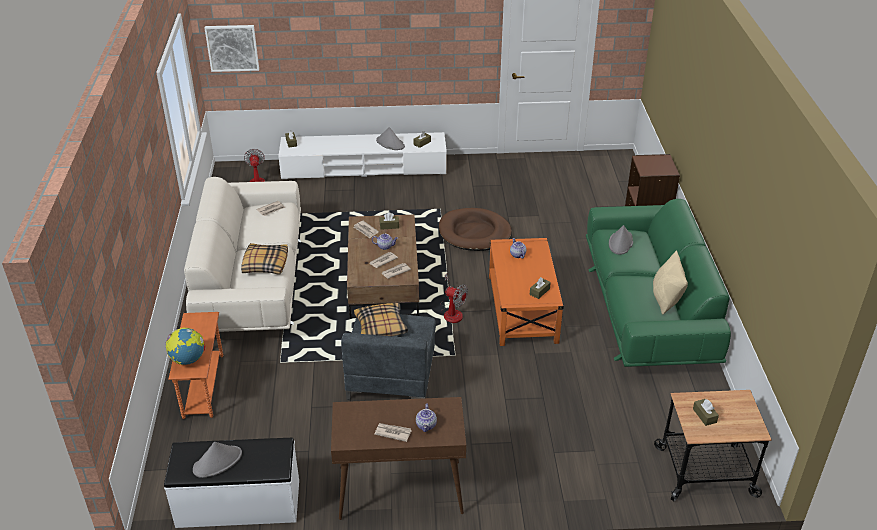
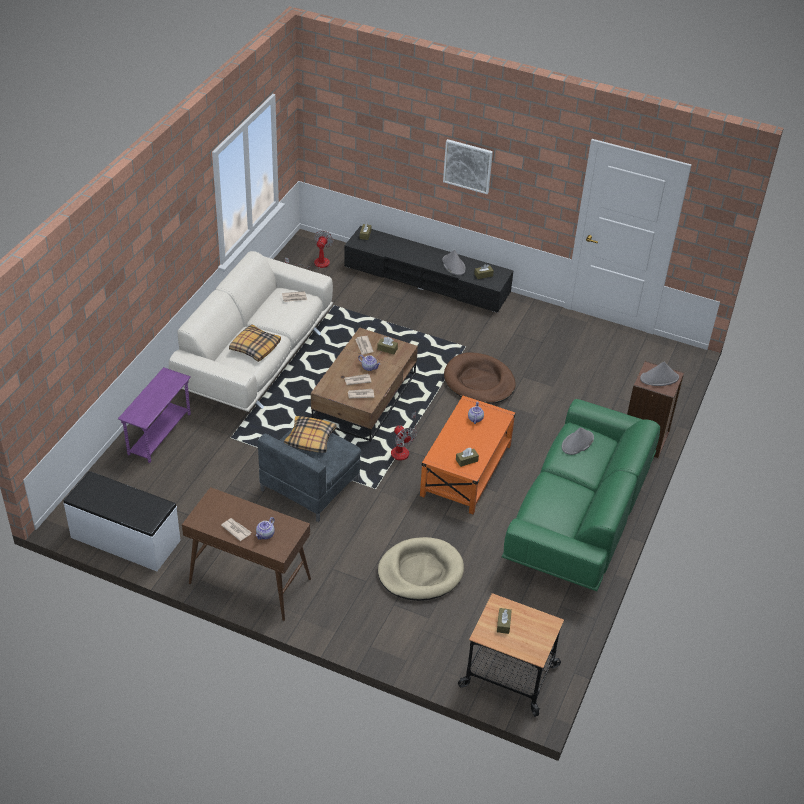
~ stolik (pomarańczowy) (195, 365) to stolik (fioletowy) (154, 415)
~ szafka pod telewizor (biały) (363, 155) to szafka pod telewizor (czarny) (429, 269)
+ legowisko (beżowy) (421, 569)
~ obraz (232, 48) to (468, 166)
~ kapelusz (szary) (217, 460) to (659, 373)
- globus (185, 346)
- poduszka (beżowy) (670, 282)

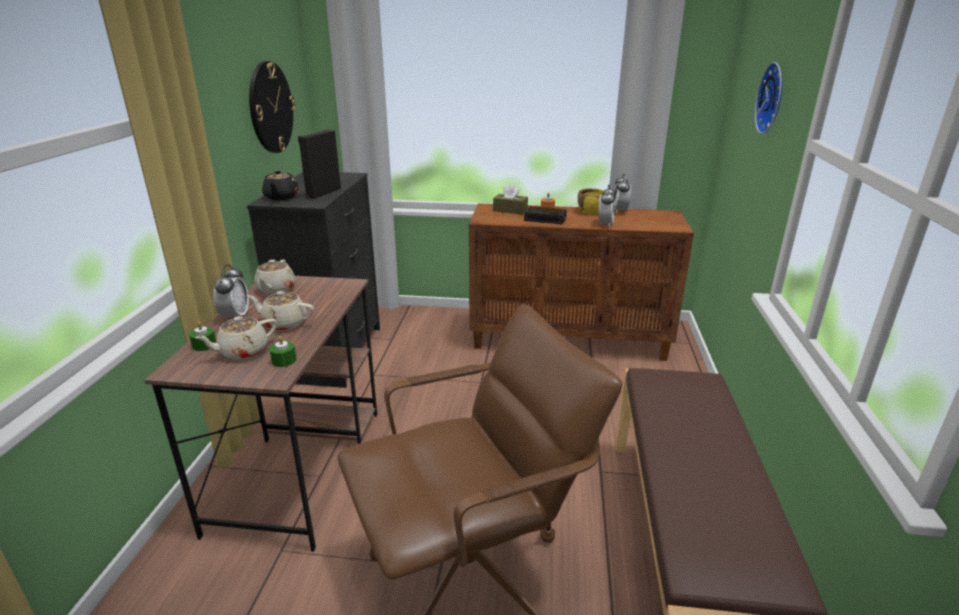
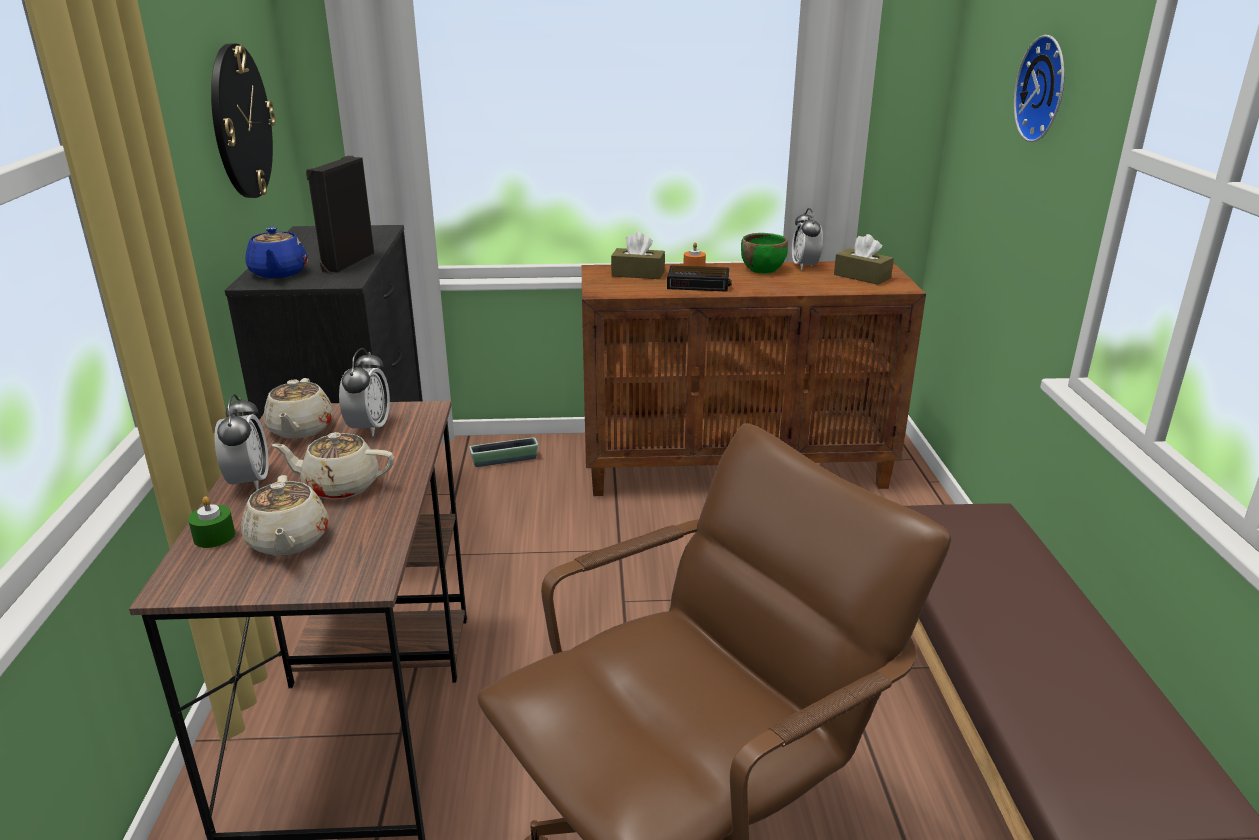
~ imbryk (beżowy) (236, 338) = (285, 515) 60 degrees counterclockwise
~ imbryk (czarny) (280, 185) to imbryk (niebieski) (276, 252)
~ budzik (607, 206) to (364, 392)
+ donica (503, 452)
~ miska (żółty) (590, 201) to miska (zielony) (764, 253)
+ pudełko chusteczek (brązowy) (864, 259)
- świeca (zielony) (283, 351)

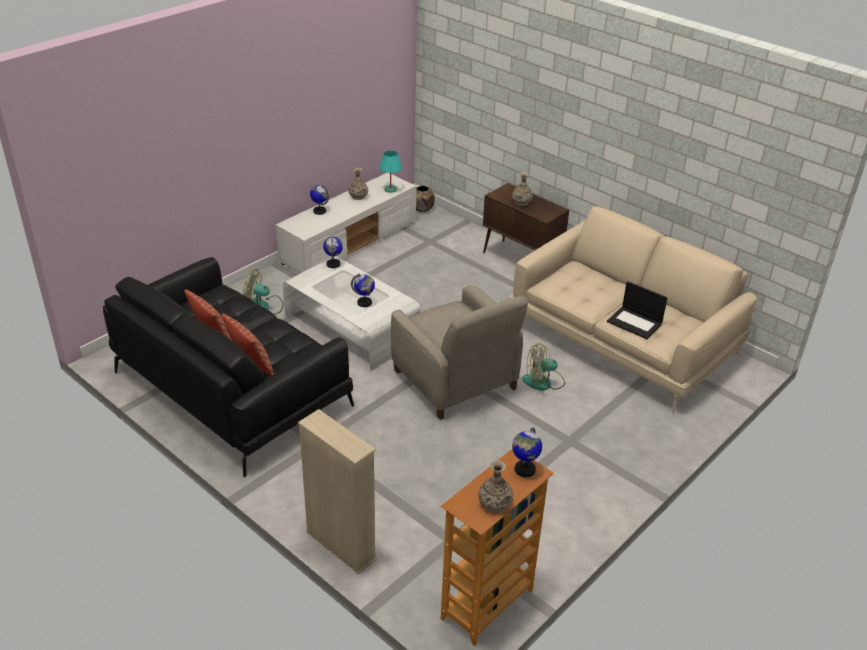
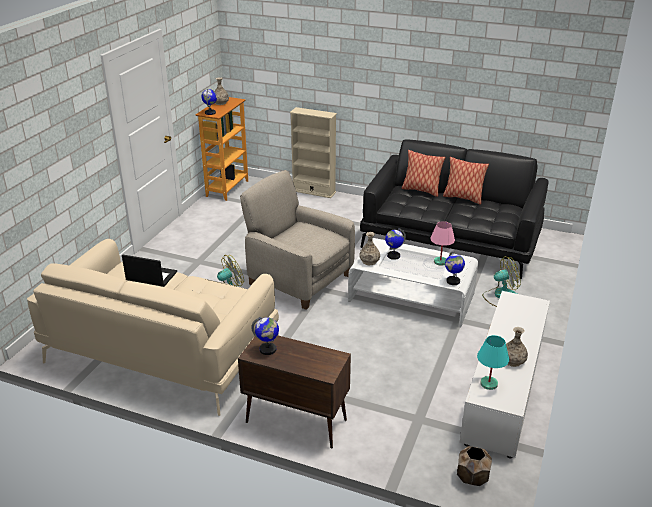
~ globus (319, 200) to (265, 336)
~ wazon (522, 189) to (369, 248)
+ lampa stołowa (różowy) (442, 243)

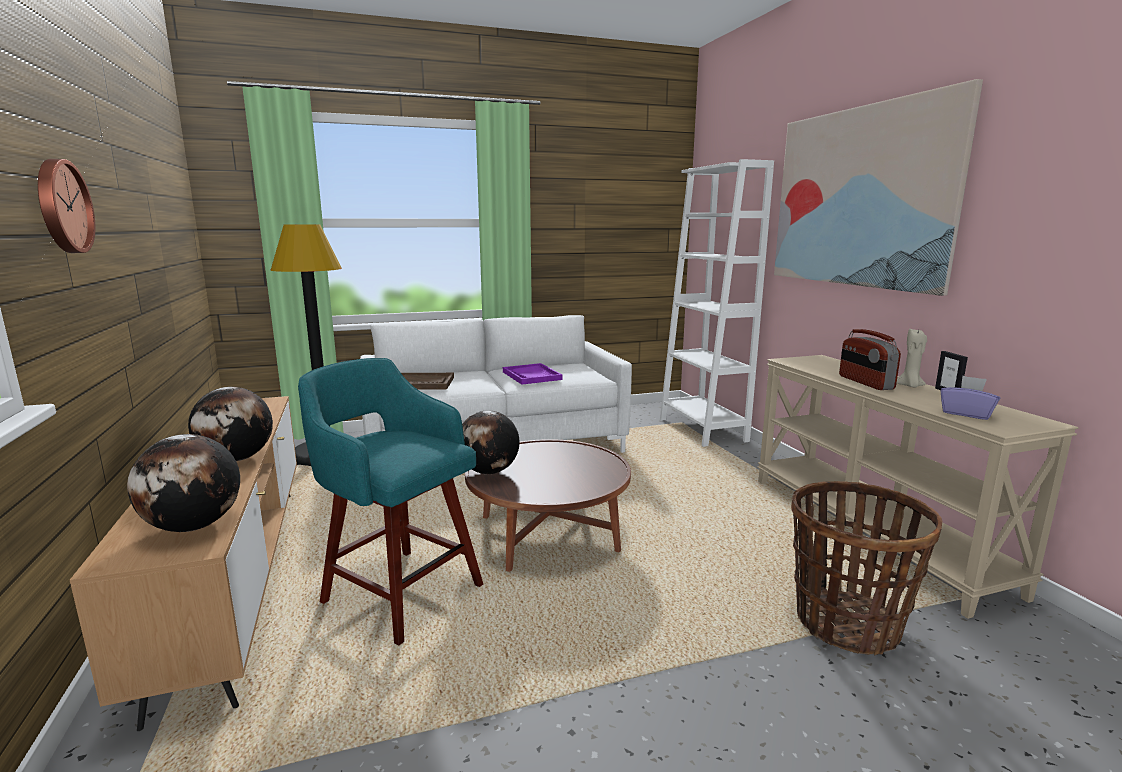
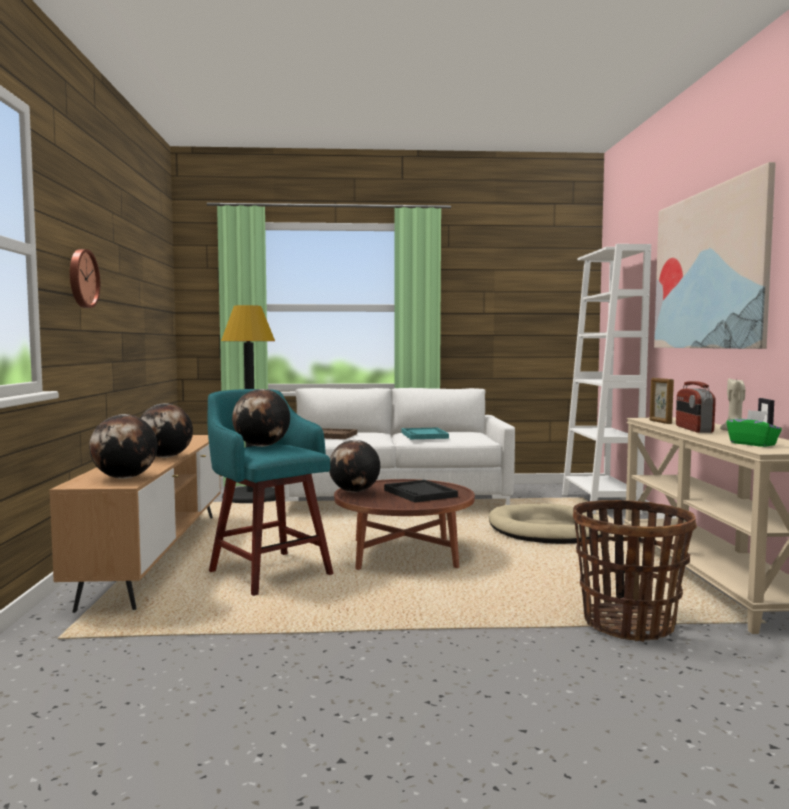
+ globus (261, 418)
+ taca (czarny) (421, 491)
~ taca (fioletowy) (532, 374) to taca (turkusowy) (425, 433)
+ legowisko (beżowy) (545, 524)
+ ramka na zdjęcie (662, 401)
~ pudełko chusteczek (fioletowy) (970, 398) to pudełko chusteczek (zielony) (754, 428)

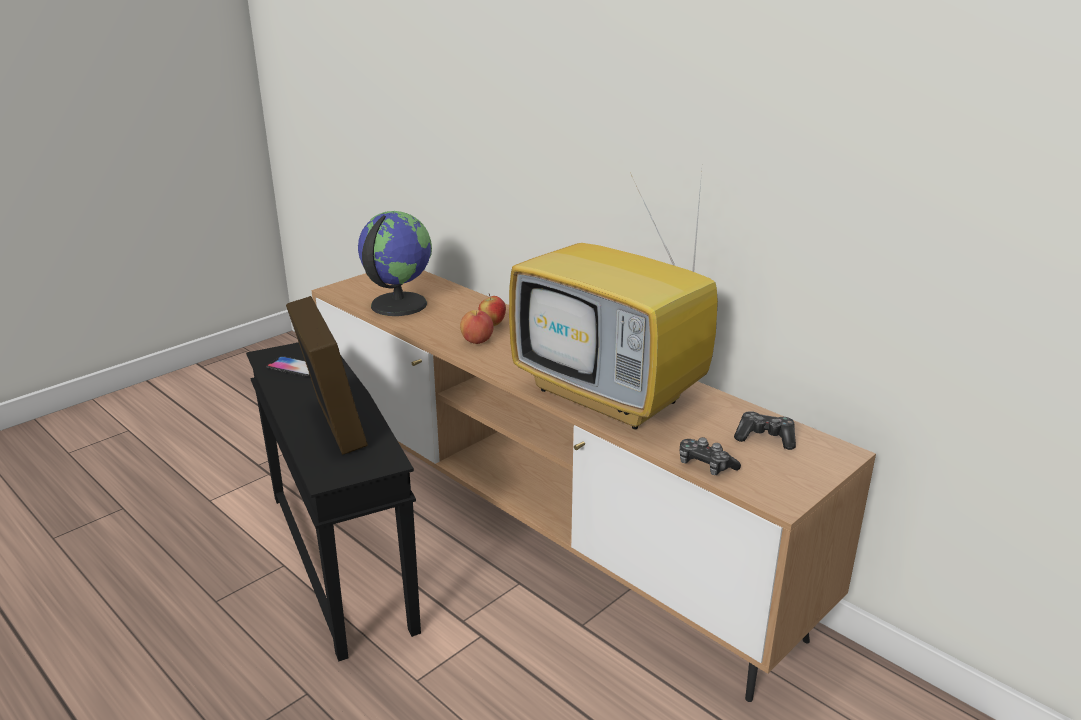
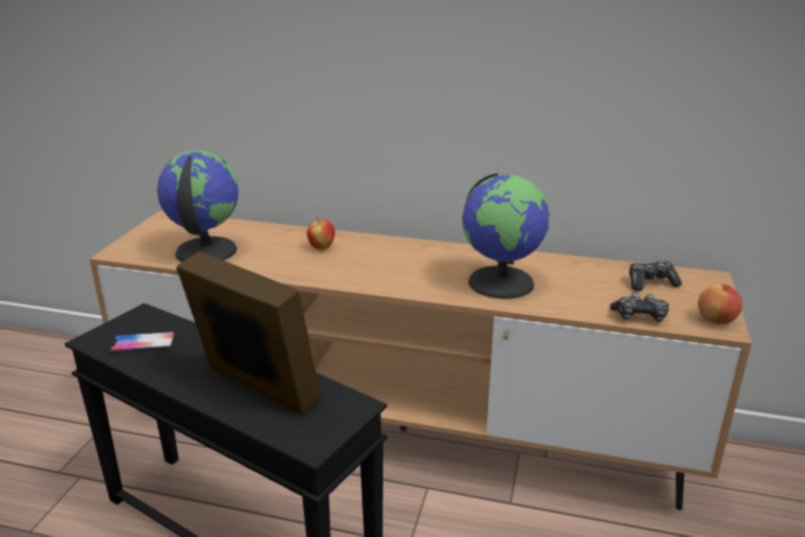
~ telewizor (613, 300) to globus (506, 236)
~ jabłko (477, 327) to (720, 304)

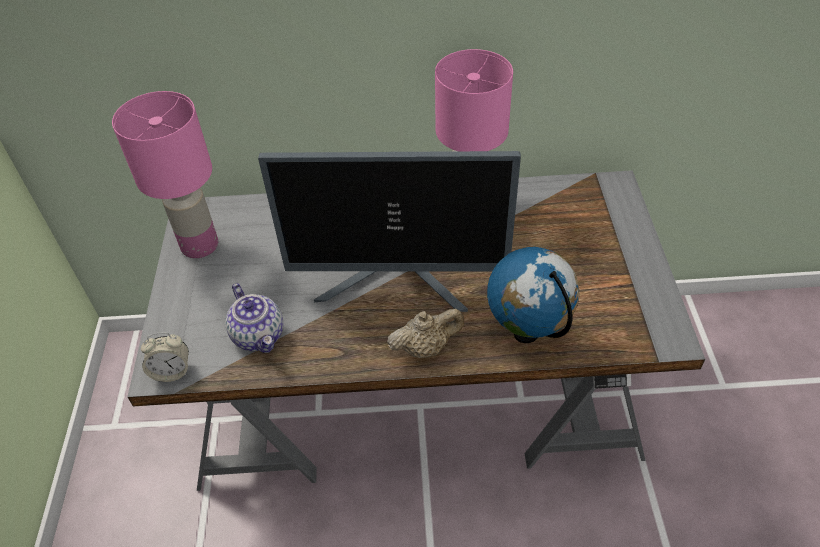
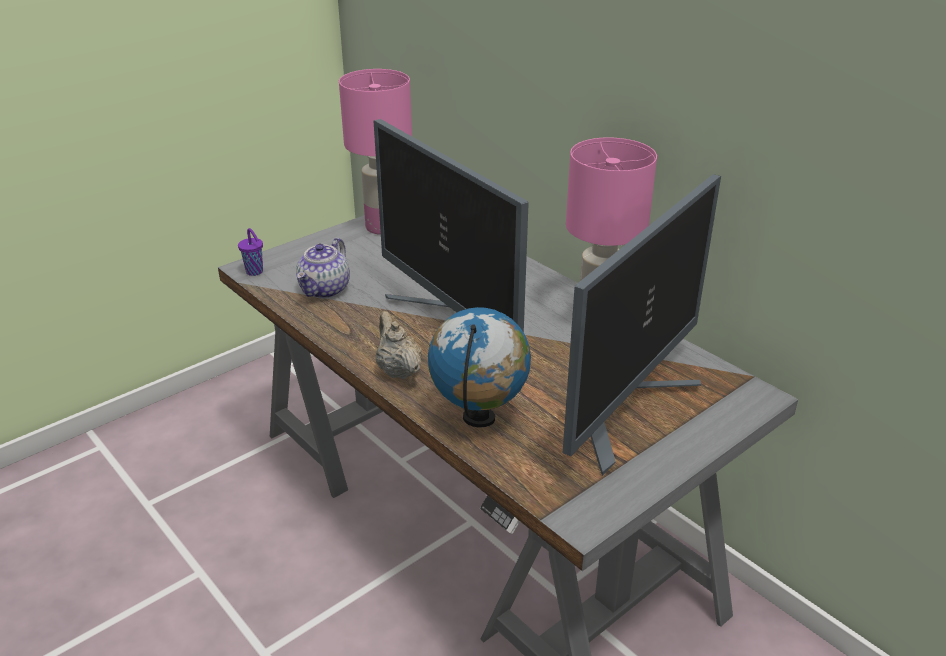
~ budzik (165, 357) to filiżanka (fioletowy) (250, 252)
~ imbryk (beżowy) (425, 333) = (398, 345) 150 degrees counterclockwise
+ monitor (642, 325)

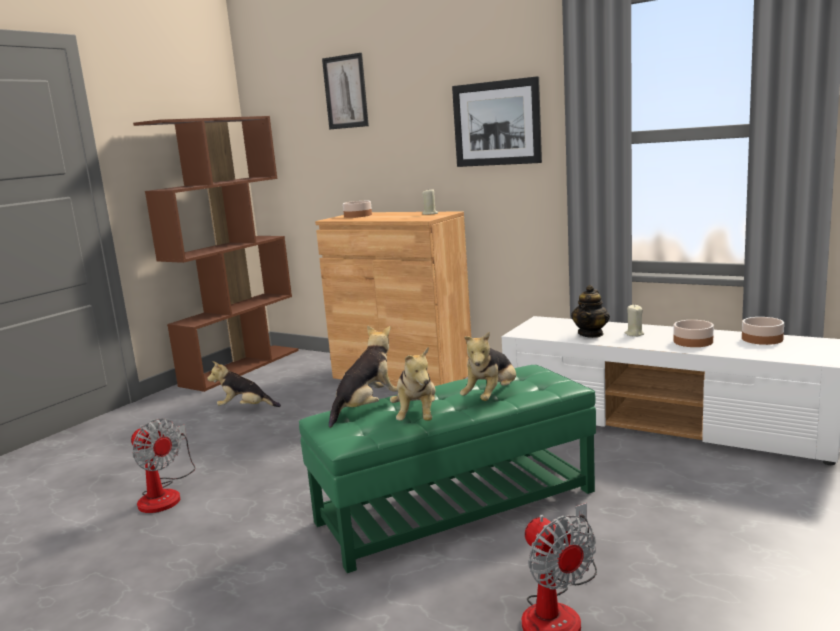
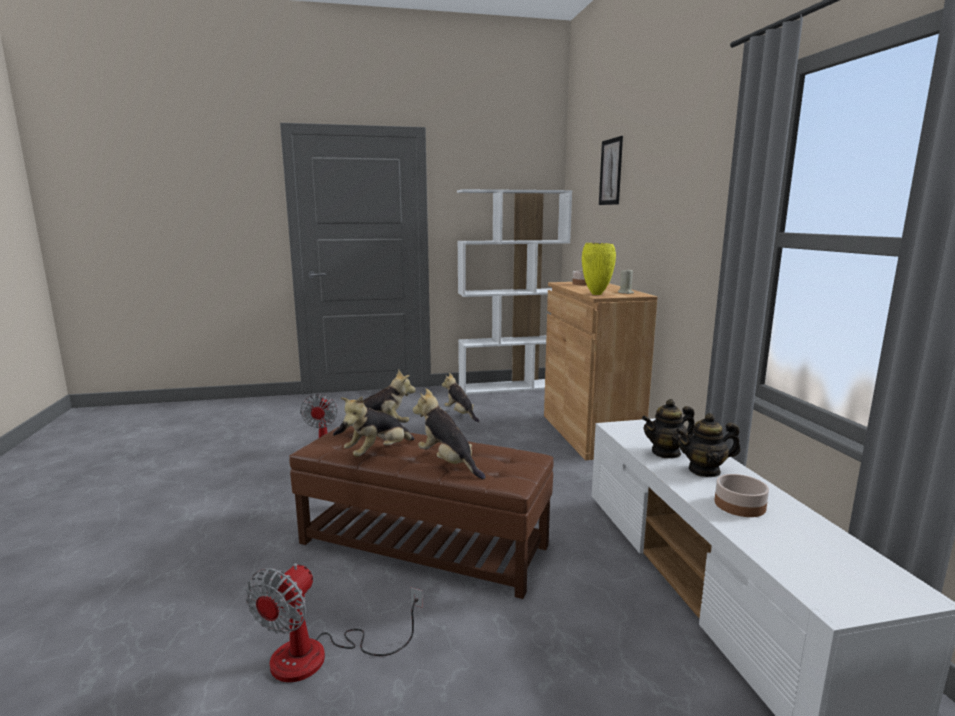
~ pufa (zielony) (447, 469) to pufa (brązowy) (421, 512)
~ pluszak (488, 366) = (449, 433) 60 degrees clockwise
~ regał (brązowy) (216, 254) to regał (biały) (514, 291)
+ wazon (żółty) (599, 269)
~ świeca (beżowy) (634, 320) to imbryk (708, 445)
- obraz (497, 121)
- miska (763, 331)

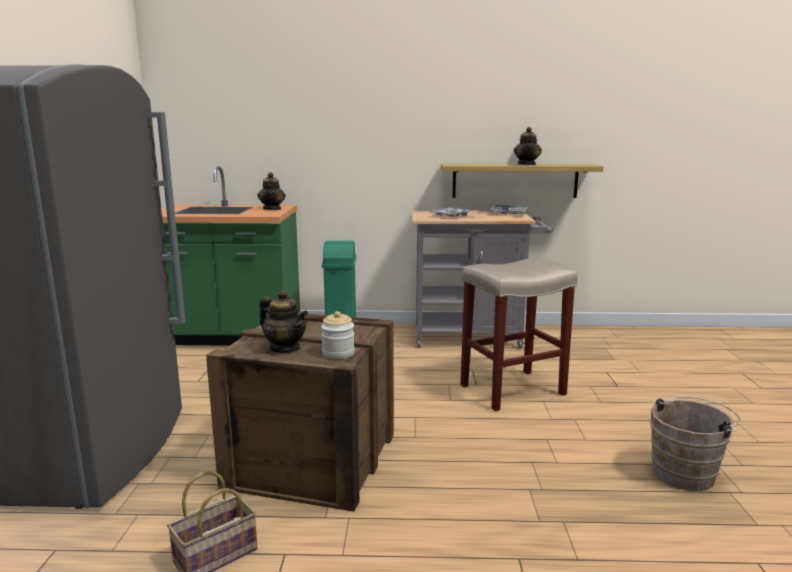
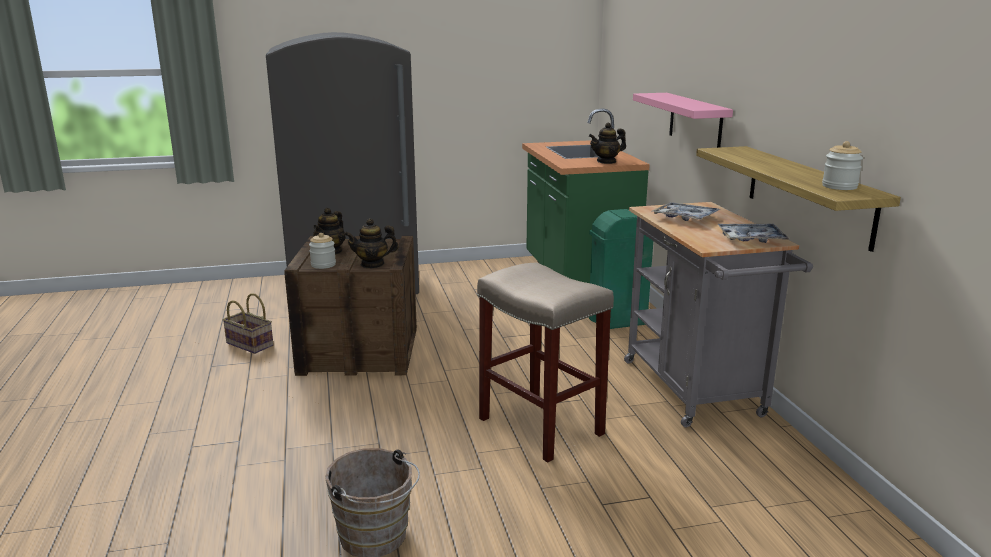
~ imbryk (528, 146) to (371, 243)
+ półka (różowy) (683, 120)
+ słoik (842, 165)

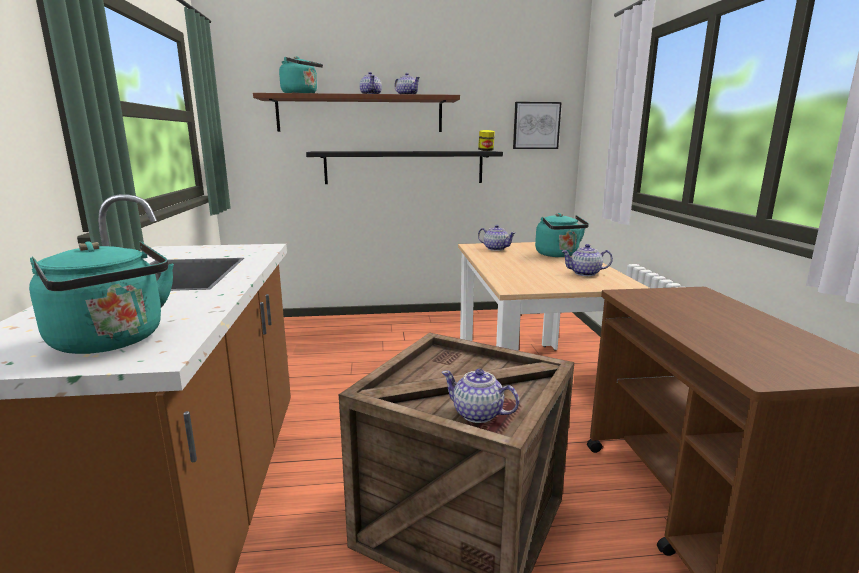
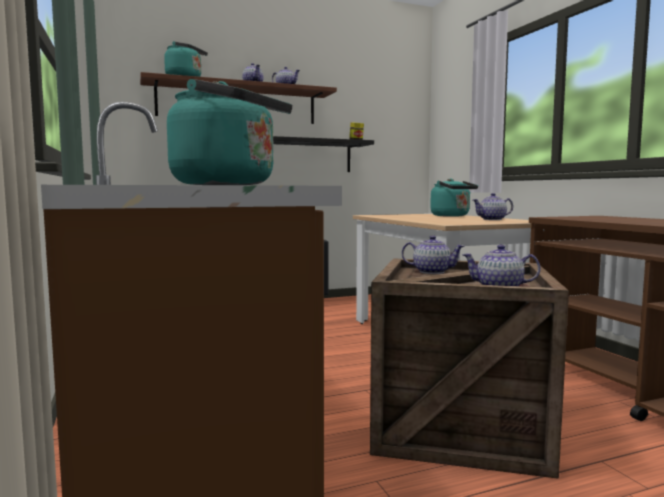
~ imbryk (497, 238) to (433, 254)
- obraz (537, 125)

